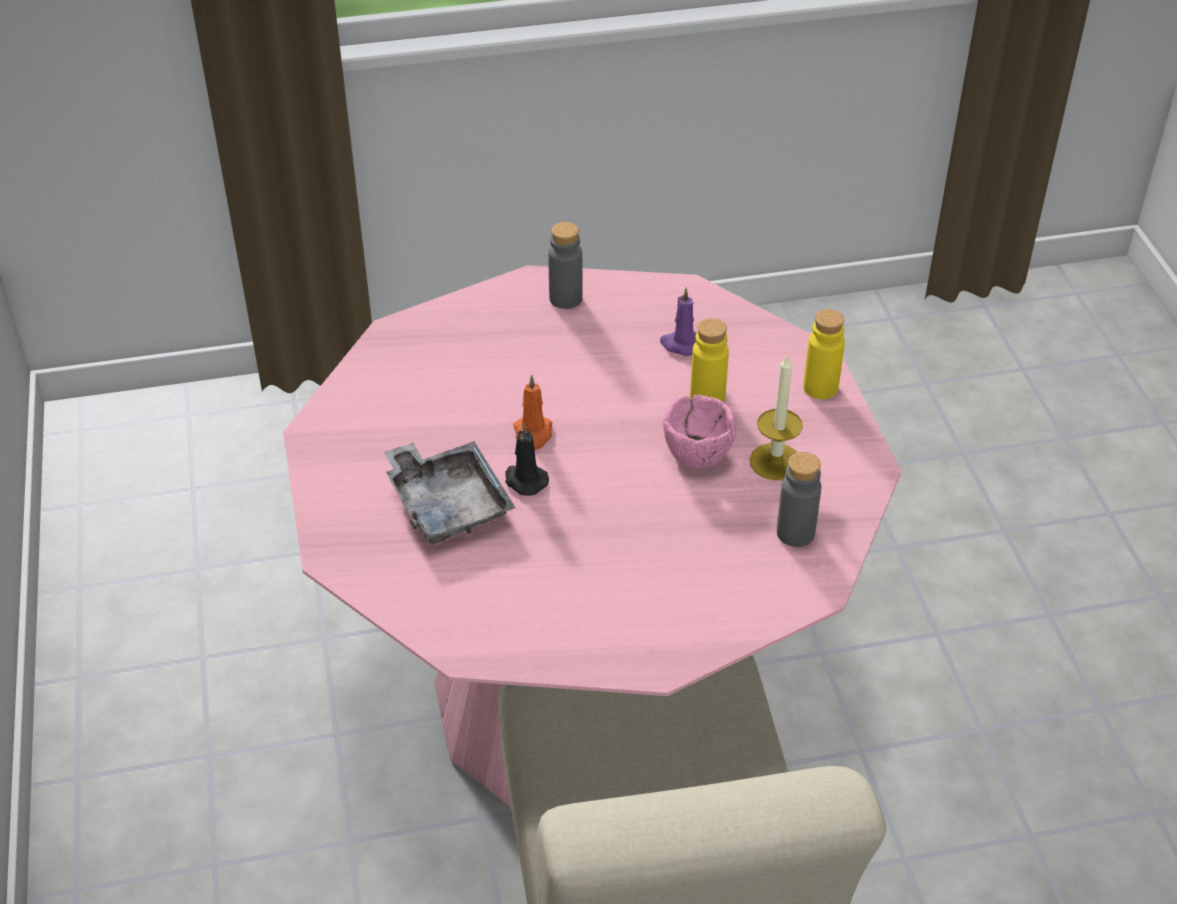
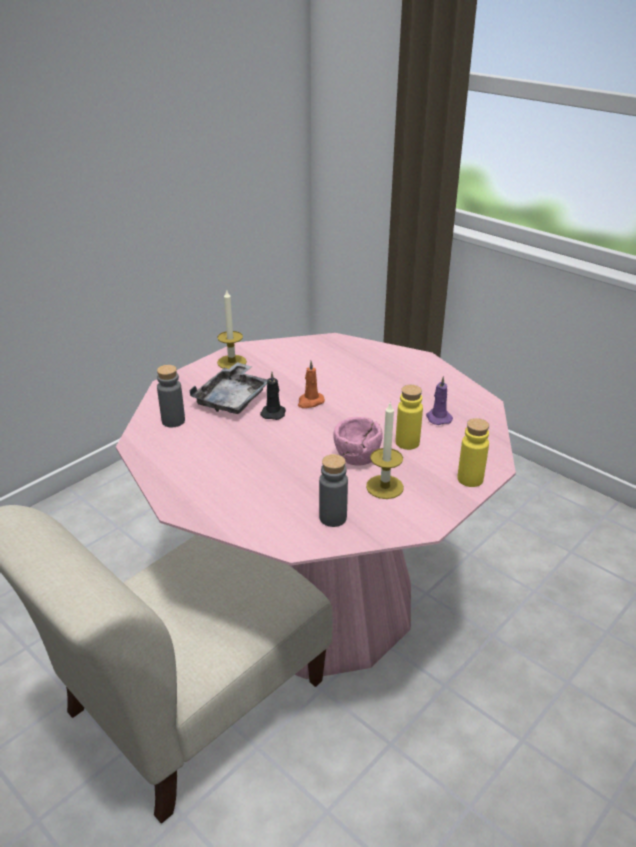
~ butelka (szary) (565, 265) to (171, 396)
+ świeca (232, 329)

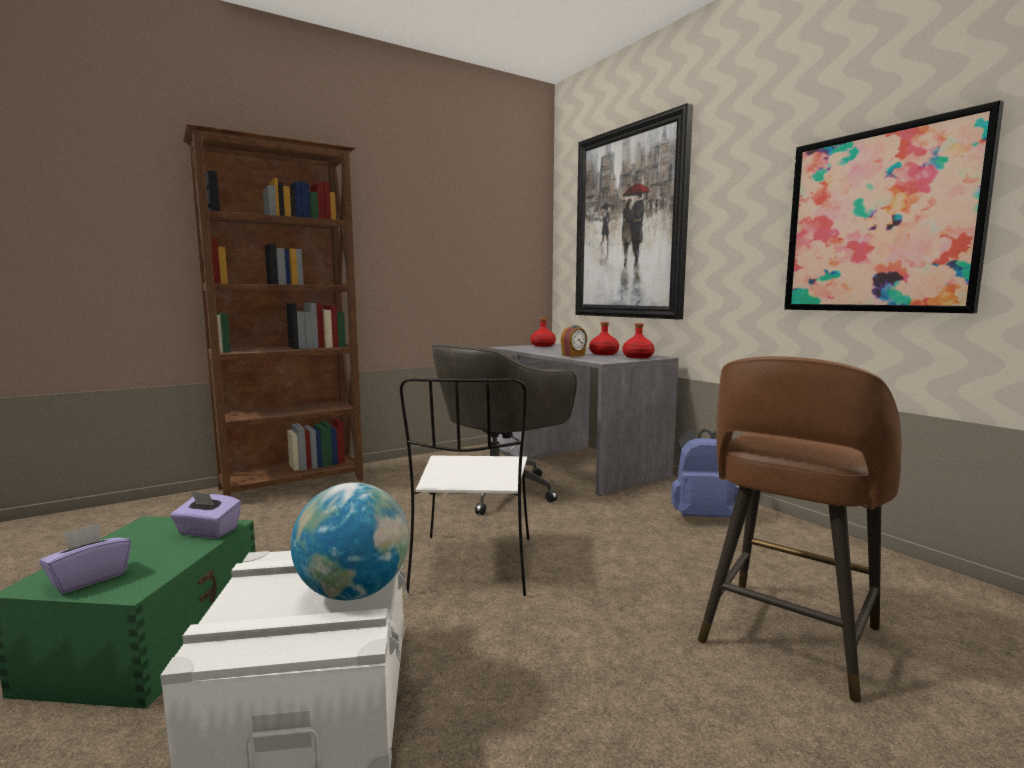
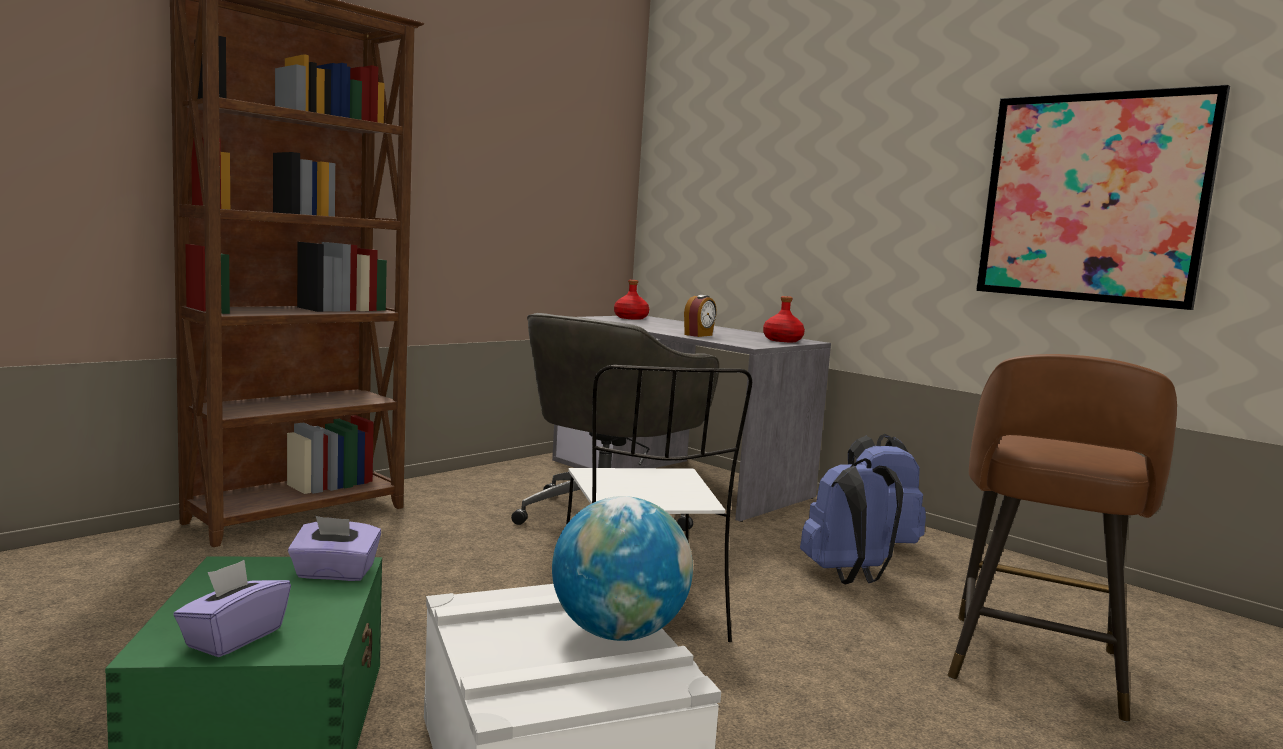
+ plecak (niebieski) (852, 521)
- obraz (634, 211)
- butelka (czerwony) (604, 338)

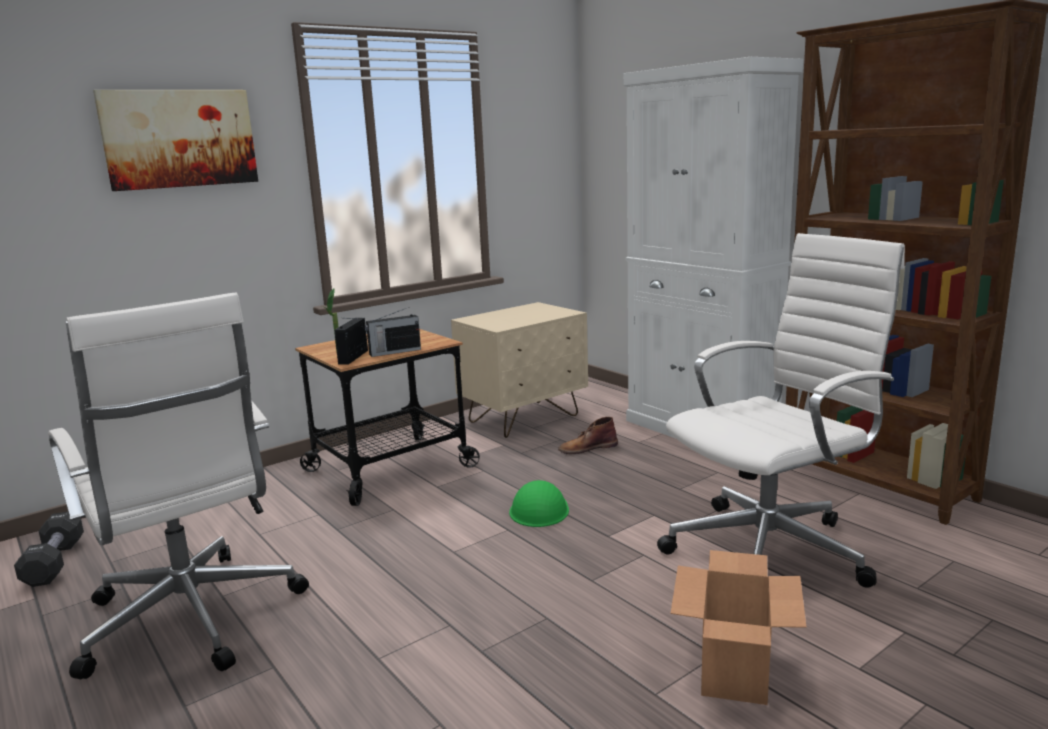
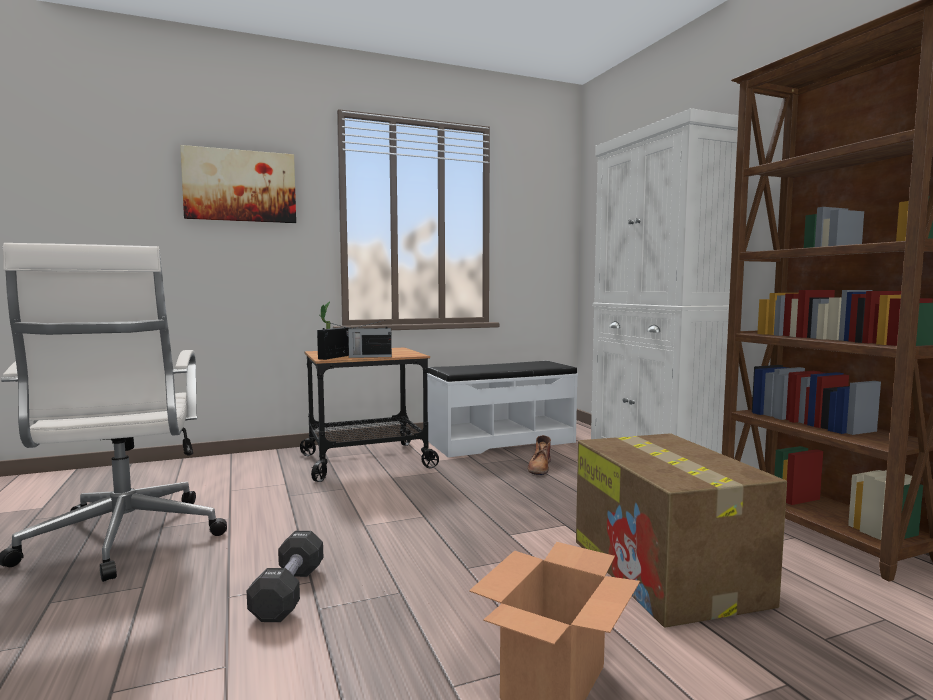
~ hantel (czarny) (49, 549) to (285, 576)
~ szafka nocna (beżowy) (519, 370) to ławka (biały) (502, 409)
~ but z cholewką (brązowy) (588, 435) = (539, 455) 75 degrees counterclockwise
~ krzesło biurowe (biały) (781, 410) to karton (681, 530)
- kask (zielony) (539, 503)

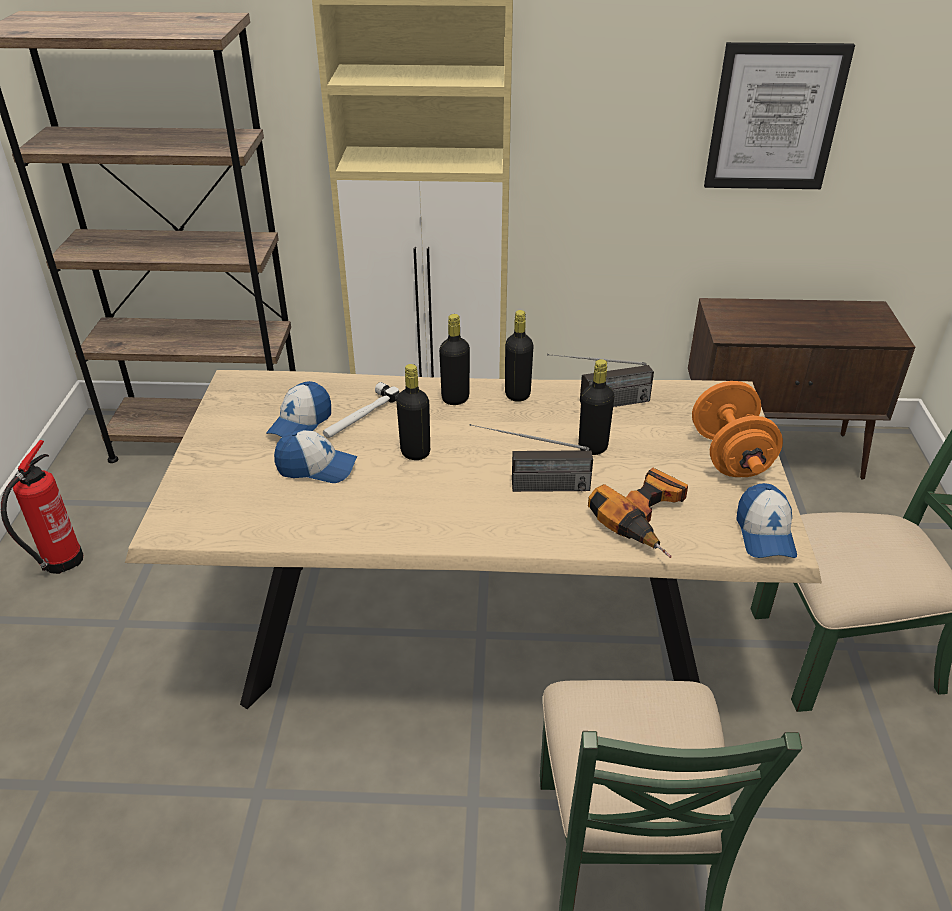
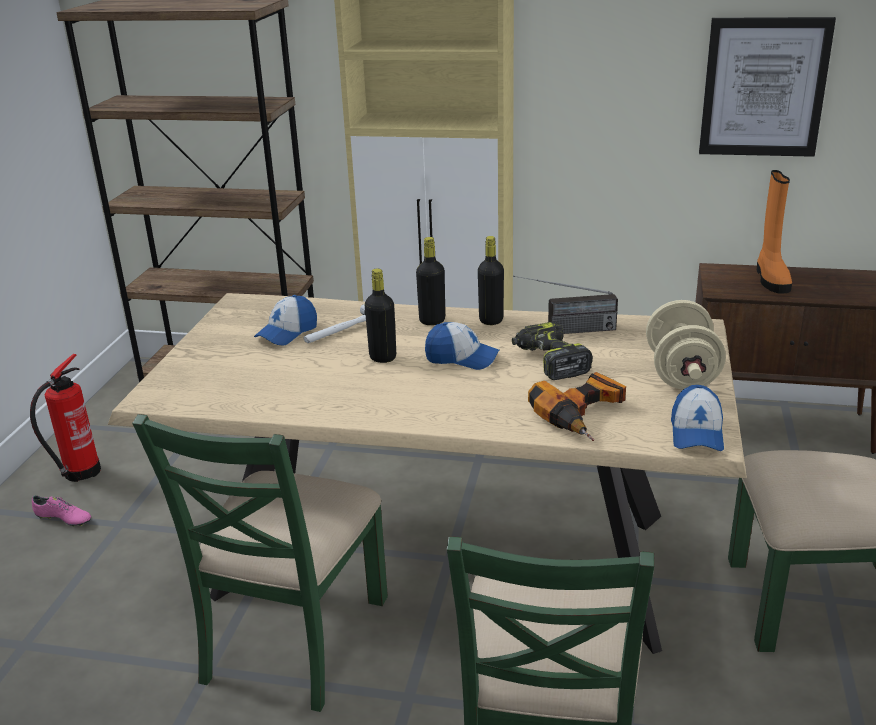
+ but (różowy) (61, 511)
+ krzesło (zielony) (260, 563)
~ czapka z daszkiem (315, 456) to (462, 346)
~ butelka (czarny) (596, 407) to wiertarka (552, 350)
~ hantel (pomarańczowy) (737, 429) to hantel (beżowy) (686, 345)
+ but z cholewką (pomarańczowy) (774, 232)
- radio (531, 458)

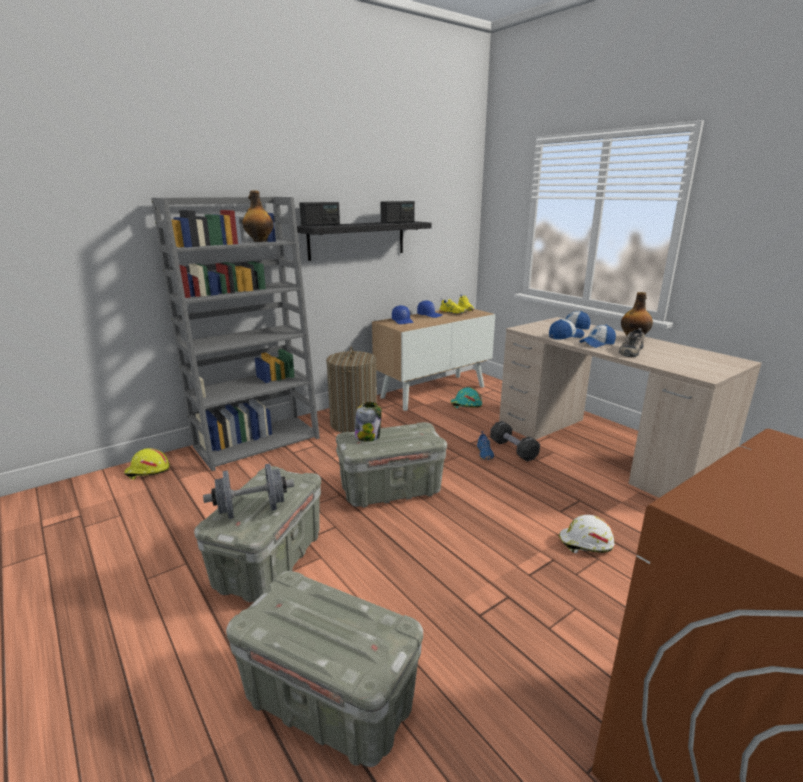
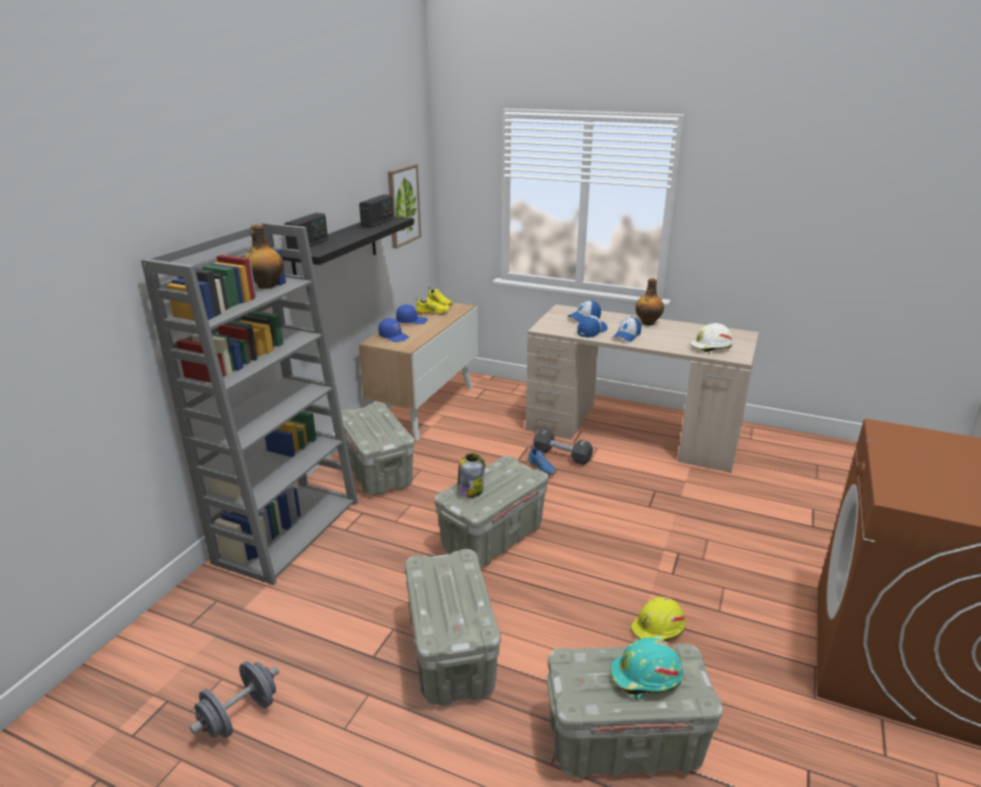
~ hantel (szary) (248, 491) to (234, 699)
~ kosz na pranie (351, 390) to pojemnik do przechowywania (szary) (377, 448)
+ obraz (404, 206)
~ kask (turkusowy) (466, 397) to (646, 669)
~ kask (żółty) (146, 463) to (658, 619)
~ kask (biały) (586, 534) to (711, 338)
- but (632, 342)

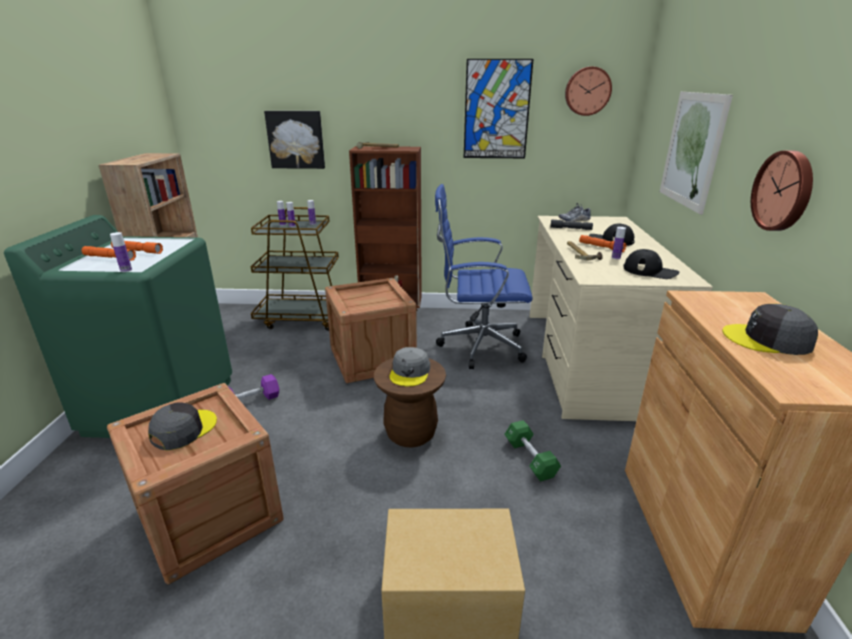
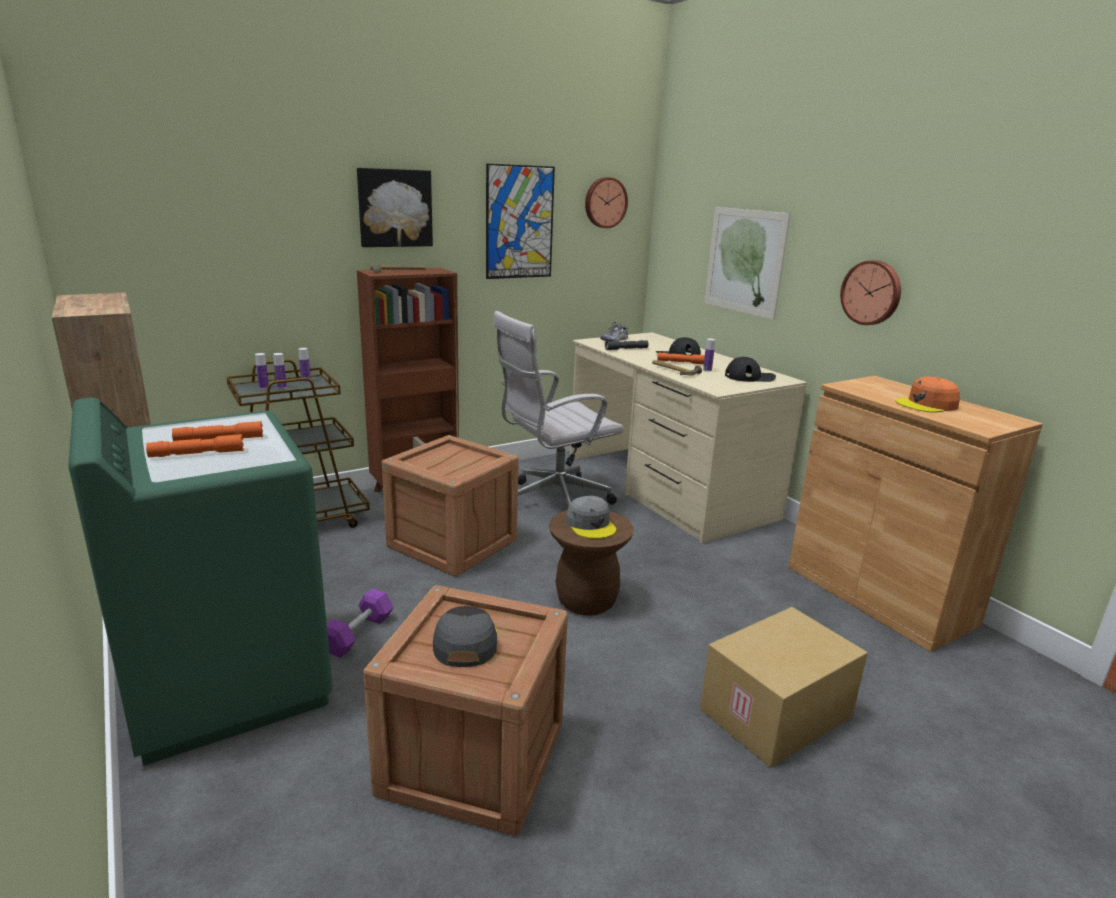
~ obraz (294, 140) to (395, 207)
~ krzesło biurowe (niebieski) (484, 276) to krzesło biurowe (biały) (558, 409)
~ czapka z daszkiem (szary) (770, 329) to czapka z daszkiem (pomarańczowy) (928, 394)
- butelka (121, 252)
- hantel (zielony) (532, 451)

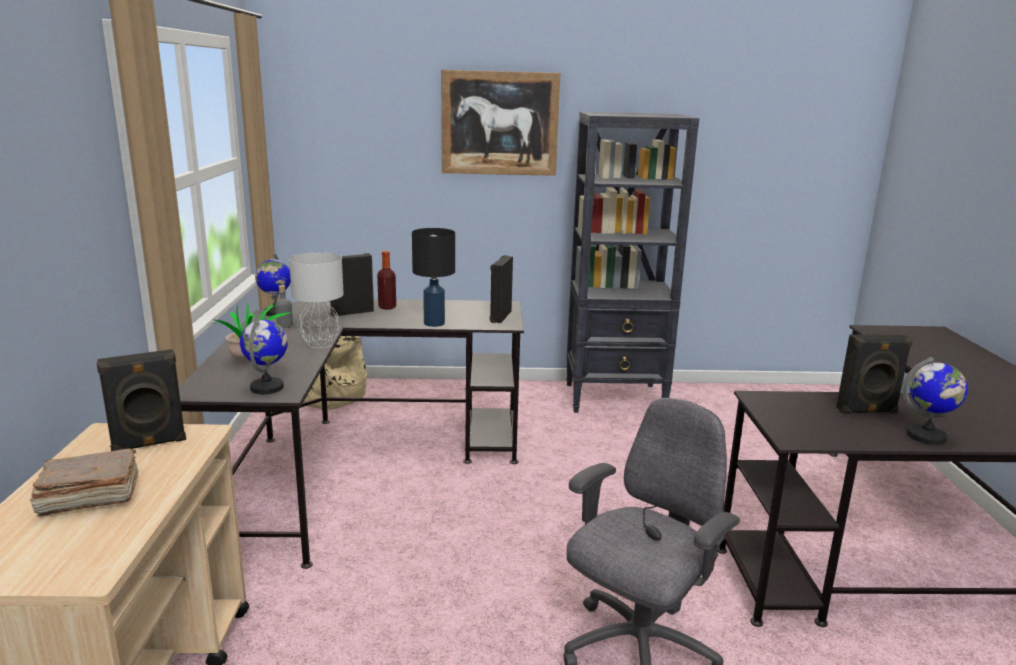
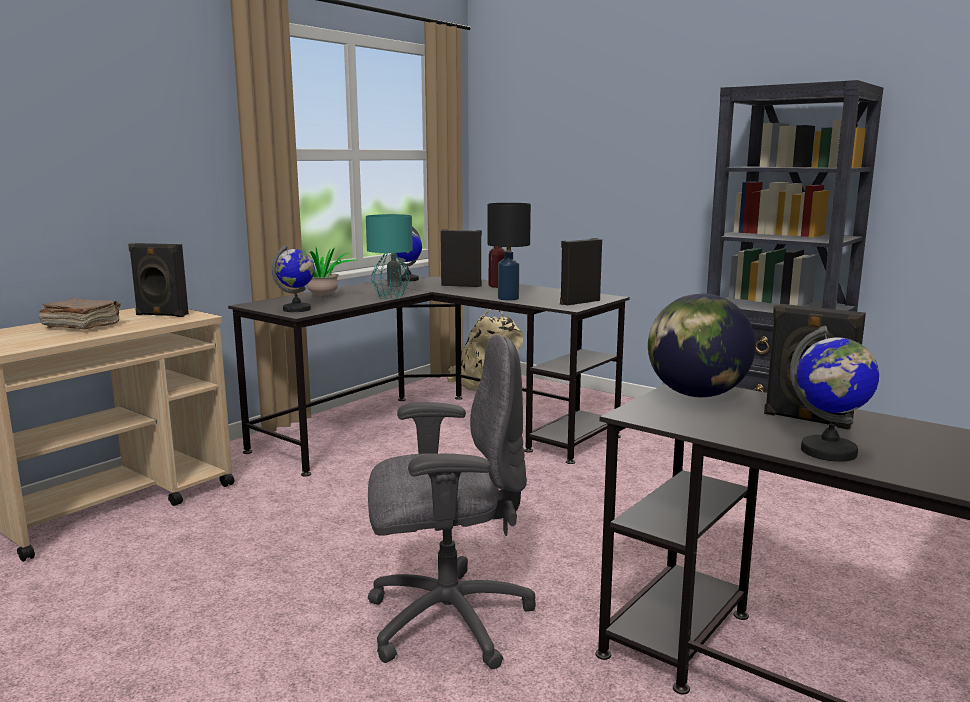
~ lampa stołowa (szary) (316, 300) to lampa stołowa (turkusowy) (389, 256)
+ globus (702, 345)
- obraz (501, 123)

